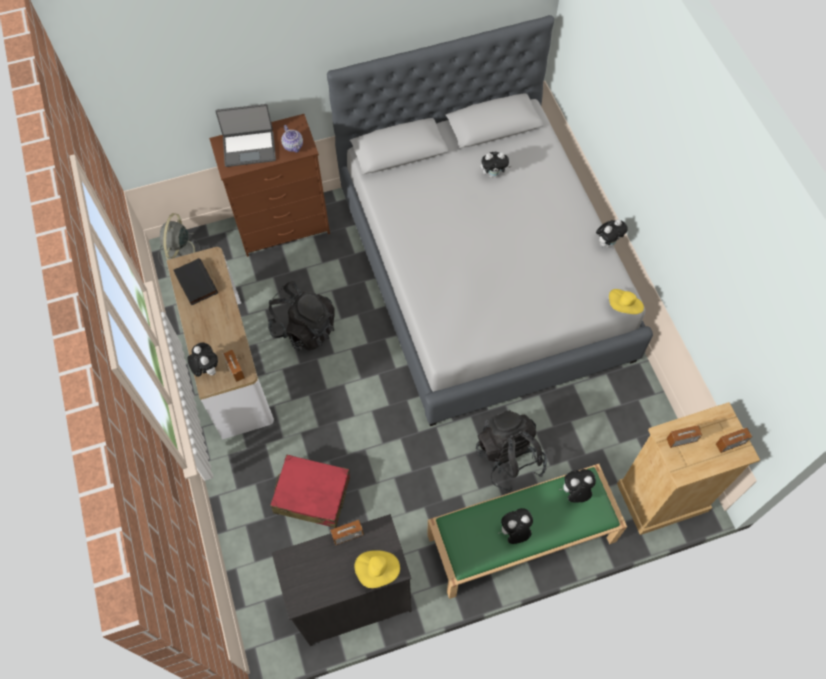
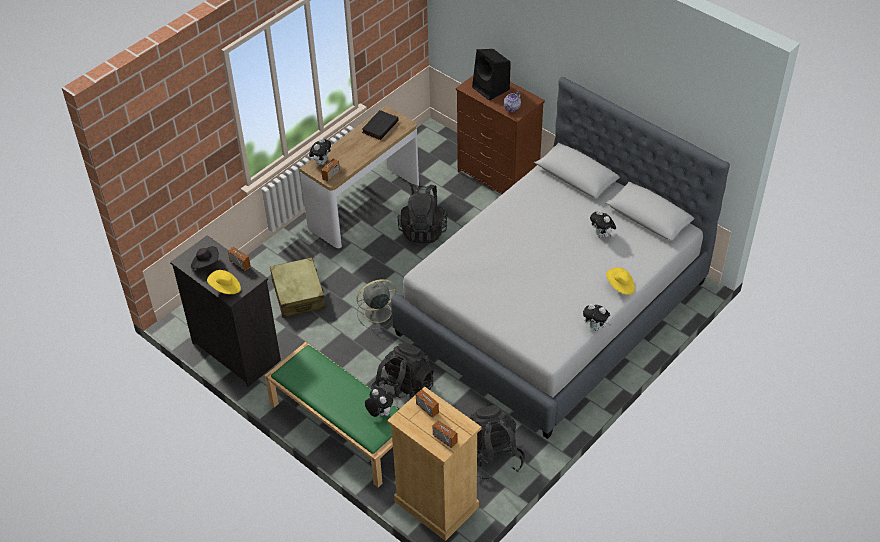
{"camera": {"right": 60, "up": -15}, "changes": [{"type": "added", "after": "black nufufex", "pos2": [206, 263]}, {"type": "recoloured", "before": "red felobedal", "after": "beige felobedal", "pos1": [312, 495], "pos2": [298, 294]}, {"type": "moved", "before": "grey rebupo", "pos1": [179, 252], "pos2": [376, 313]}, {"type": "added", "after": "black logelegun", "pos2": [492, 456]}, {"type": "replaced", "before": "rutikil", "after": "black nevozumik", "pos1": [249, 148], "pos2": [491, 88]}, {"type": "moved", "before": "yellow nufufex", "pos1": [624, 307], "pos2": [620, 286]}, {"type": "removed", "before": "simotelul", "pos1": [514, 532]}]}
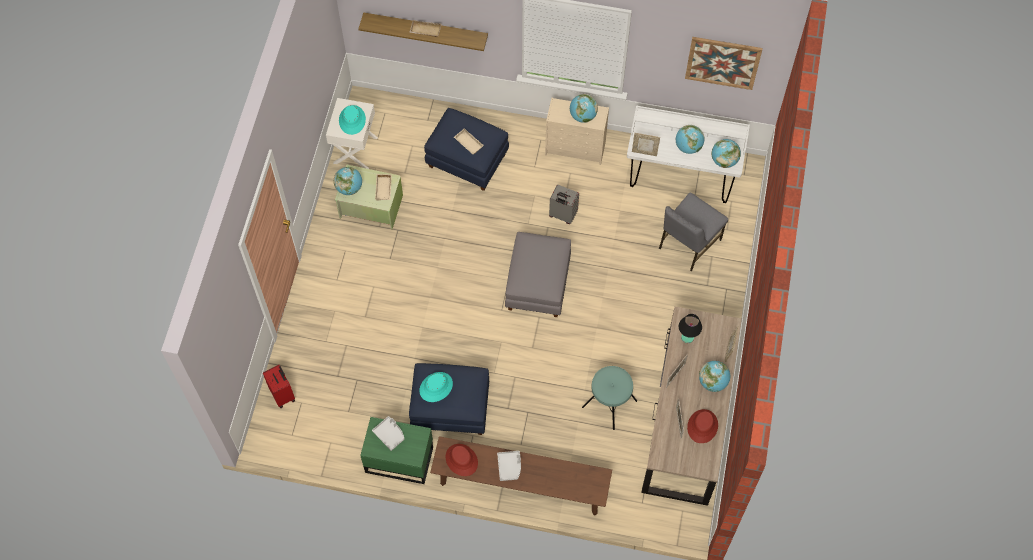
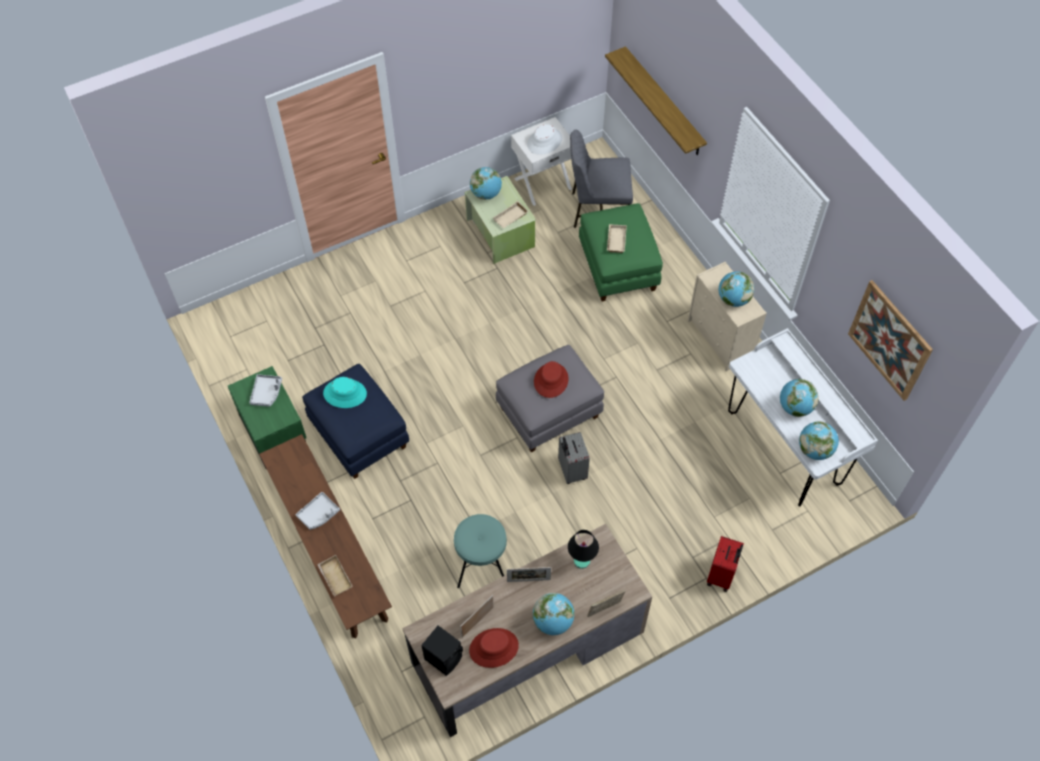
{"camera": {"right": 50, "up": -5}, "changes": [{"type": "moved", "before": "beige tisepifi", "pos1": [425, 31], "pos2": [334, 577]}, {"type": "added", "after": "black nevozumik", "pos2": [444, 657]}, {"type": "recoloured", "before": "turquoise nufufex", "after": "white nufufex", "pos1": [352, 120], "pos2": [544, 142]}, {"type": "moved", "before": "red nufufex", "pos1": [461, 460], "pos2": [550, 380]}, {"type": "moved", "before": "grey felobedal", "pos1": [562, 215], "pos2": [571, 471]}, {"type": "moved", "before": "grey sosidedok", "pos1": [688, 244], "pos2": [598, 209]}, {"type": "recoloured", "before": "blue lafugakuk", "after": "green lafugakuk", "pos1": [466, 161], "pos2": [617, 267]}, {"type": "moved", "before": "red felobedal", "pos1": [283, 394], "pos2": [721, 575]}, {"type": "removed", "before": "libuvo", "pos1": [644, 152]}]}
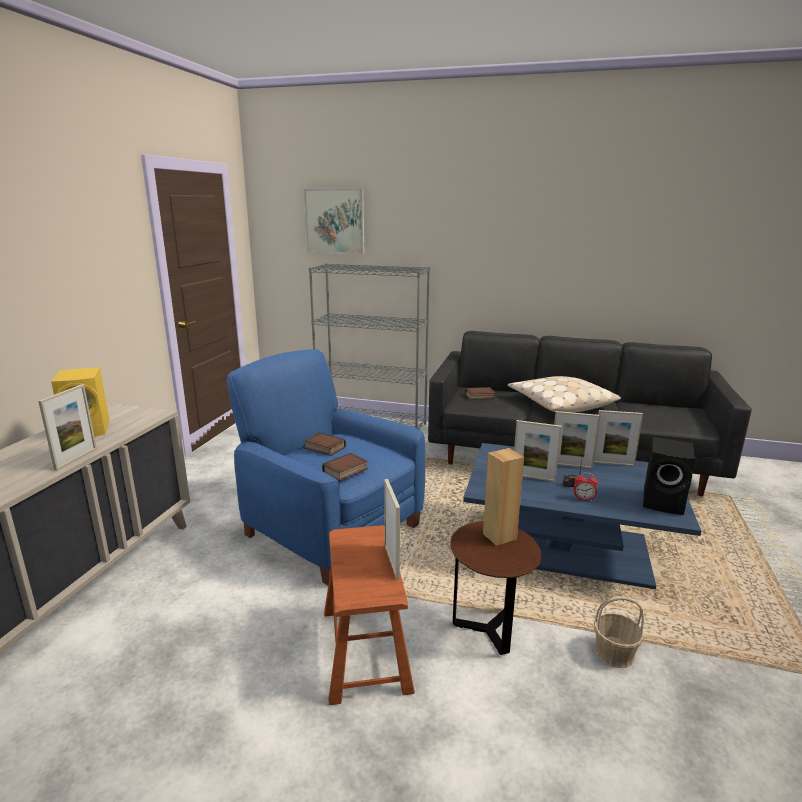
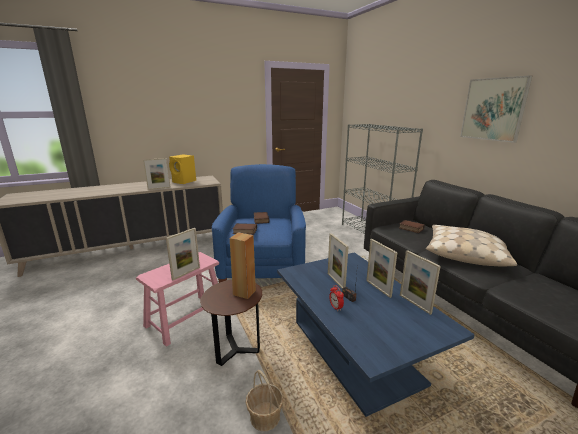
{"camera": {"right": 50, "up": 0}, "changes": [{"type": "recoloured", "before": "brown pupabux", "after": "pink pupabux", "pos1": [365, 649], "pos2": [185, 318]}, {"type": "moved", "before": "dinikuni", "pos1": [334, 221], "pos2": [493, 109]}, {"type": "removed", "before": "black nevozumik", "pos1": [664, 502]}]}
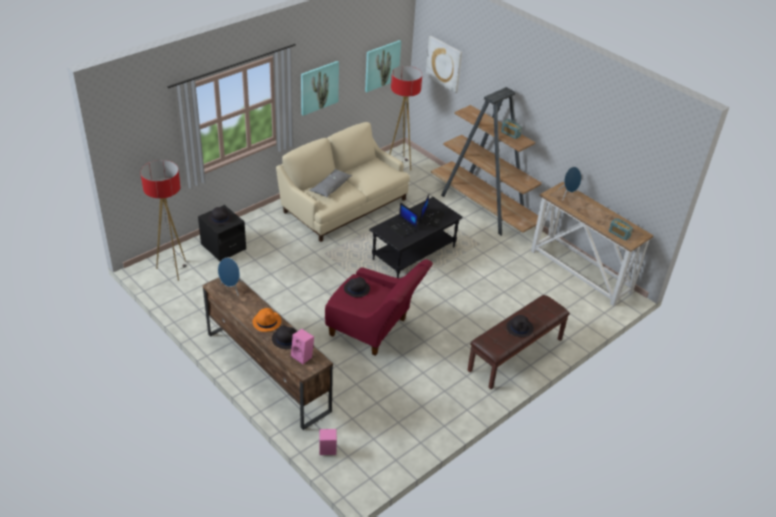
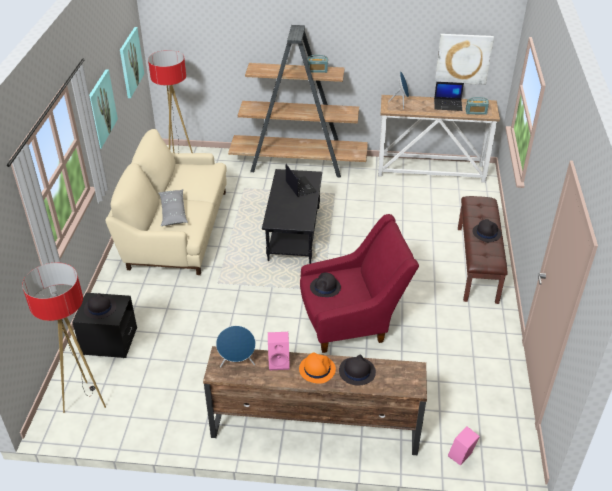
{"camera": {"right": -40, "up": 0}, "changes": [{"type": "moved", "before": "pink nevozumik", "pos1": [303, 356], "pos2": [279, 362]}, {"type": "moved", "before": "rutikil", "pos1": [401, 227], "pos2": [448, 105]}, {"type": "moved", "before": "dinikuni", "pos1": [444, 64], "pos2": [463, 58]}]}
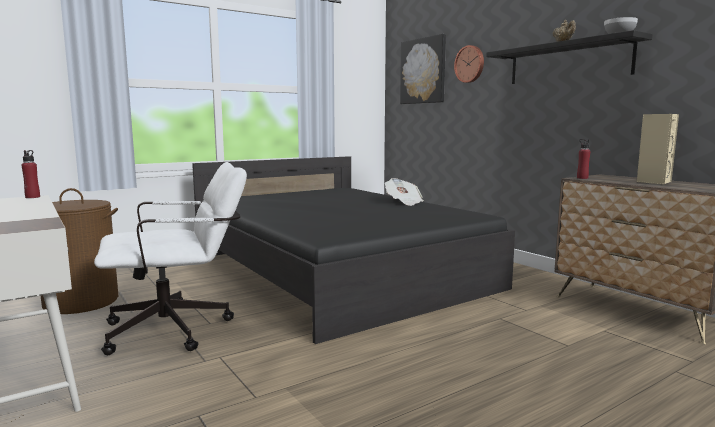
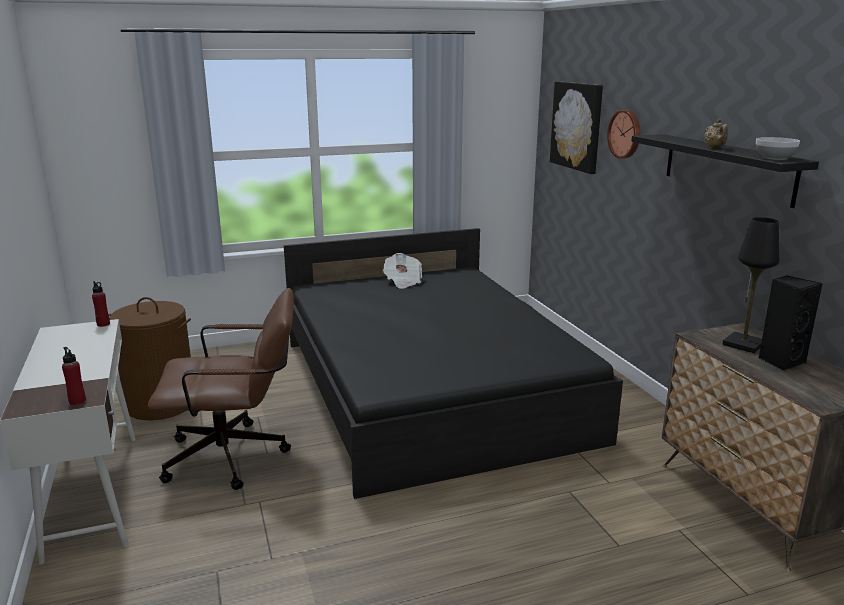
{"camera": {"right": 15, "up": 10}, "changes": [{"type": "moved", "before": "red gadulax", "pos1": [582, 178], "pos2": [77, 401]}, {"type": "recoloured", "before": "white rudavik", "after": "brown rudavik", "pos1": [179, 328], "pos2": [237, 456]}, {"type": "moved", "before": "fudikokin", "pos1": [403, 202], "pos2": [402, 281]}, {"type": "added", "after": "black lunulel", "pos2": [743, 344]}, {"type": "recoloured", "before": "beige nevozumik", "after": "black nevozumik", "pos1": [653, 182], "pos2": [780, 361]}]}
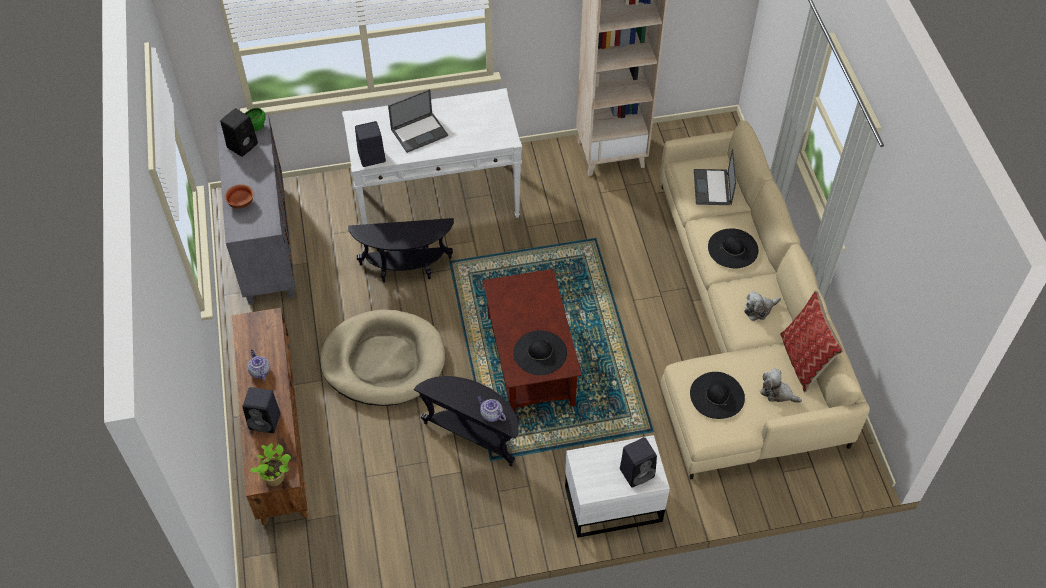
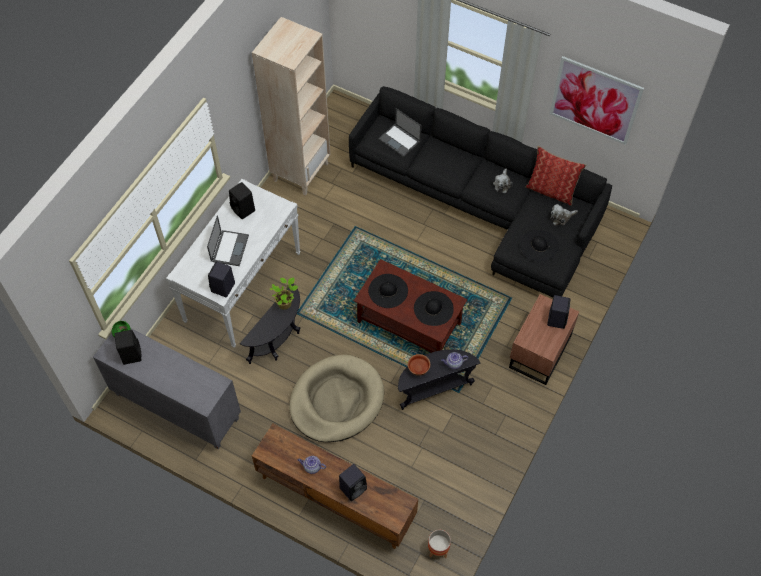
{"camera": {"right": -50, "up": 5}, "changes": [{"type": "added", "after": "black nevozumik", "pos2": [244, 210]}, {"type": "moved", "before": "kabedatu", "pos1": [276, 477], "pos2": [285, 303]}, {"type": "recoloured", "before": "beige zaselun", "after": "black zaselun", "pos1": [740, 327], "pos2": [483, 205]}, {"type": "moved", "before": "black nufufex", "pos1": [733, 248], "pos2": [388, 291]}, {"type": "moved", "before": "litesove", "pos1": [241, 204], "pos2": [418, 369]}, {"type": "added", "after": "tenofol", "pos2": [438, 549]}, {"type": "recoloured", "before": "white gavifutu", "after": "brown gavifutu", "pos1": [611, 502], "pos2": [538, 352]}, {"type": "added", "after": "dinikuni", "pos2": [595, 100]}]}
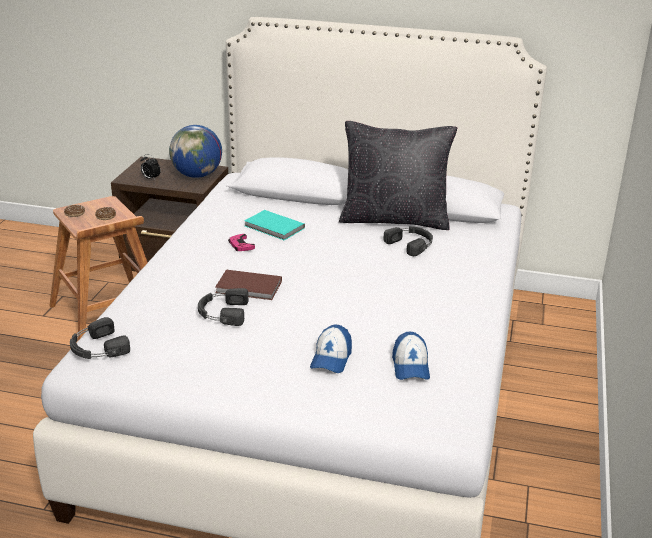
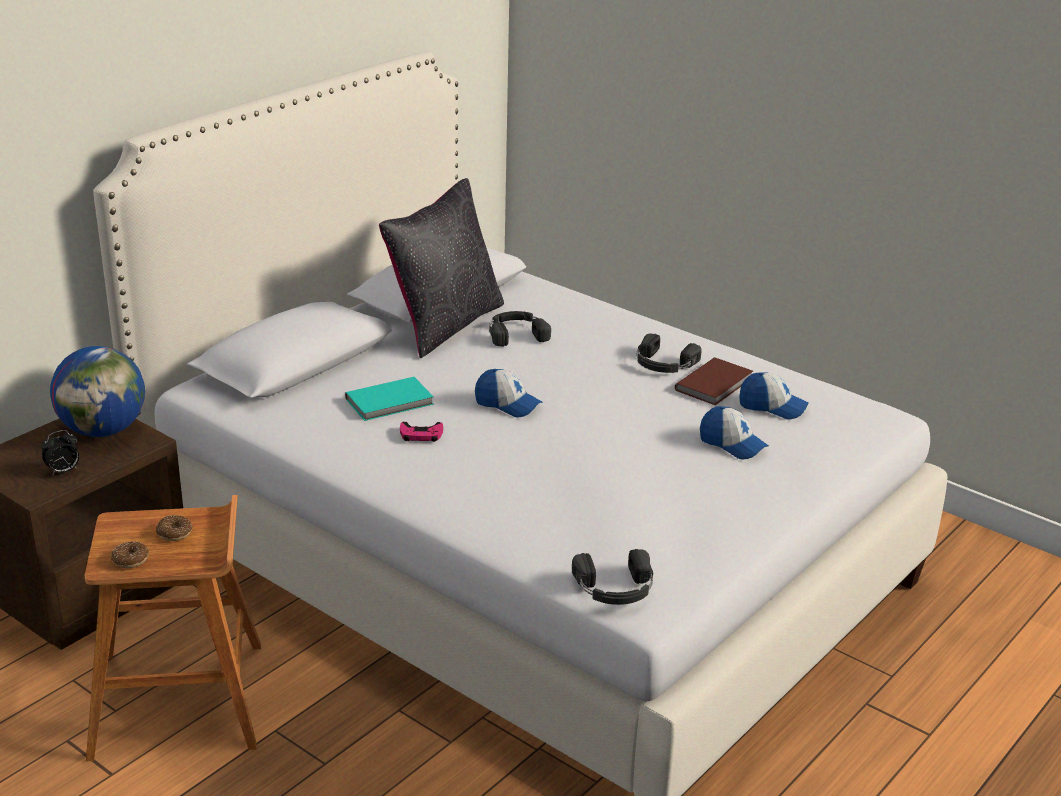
{"camera": {"right": -65, "up": 0}, "changes": [{"type": "added", "after": "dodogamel", "pos2": [507, 404]}, {"type": "moved", "before": "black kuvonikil", "pos1": [222, 312], "pos2": [663, 364]}, {"type": "moved", "before": "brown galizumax", "pos1": [249, 288], "pos2": [716, 384]}]}
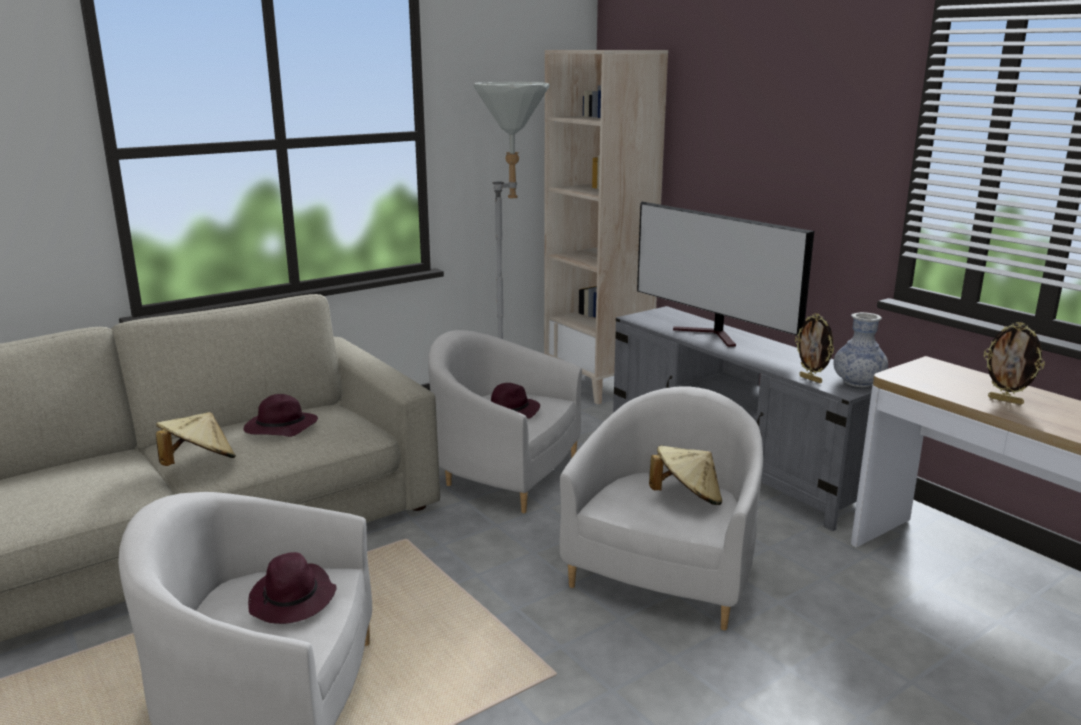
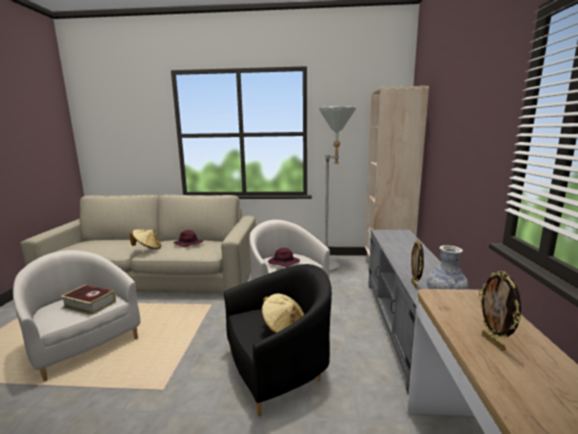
{"camera": {"right": 40, "up": -5}, "changes": [{"type": "replaced", "before": "purple nufufex", "after": "galizumax", "pos1": [293, 600], "pos2": [90, 304]}, {"type": "recoloured", "before": "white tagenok", "after": "black tagenok", "pos1": [665, 573], "pos2": [278, 369]}, {"type": "removed", "before": "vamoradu", "pos1": [713, 335]}]}
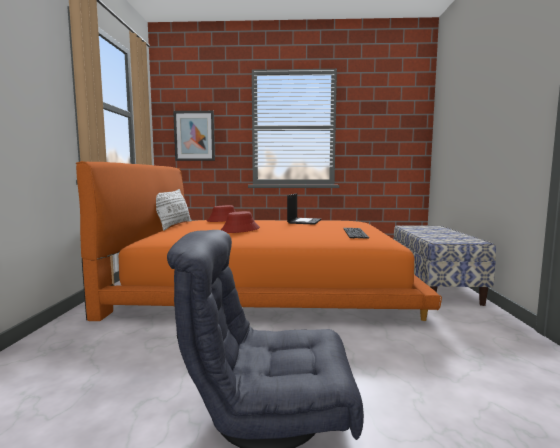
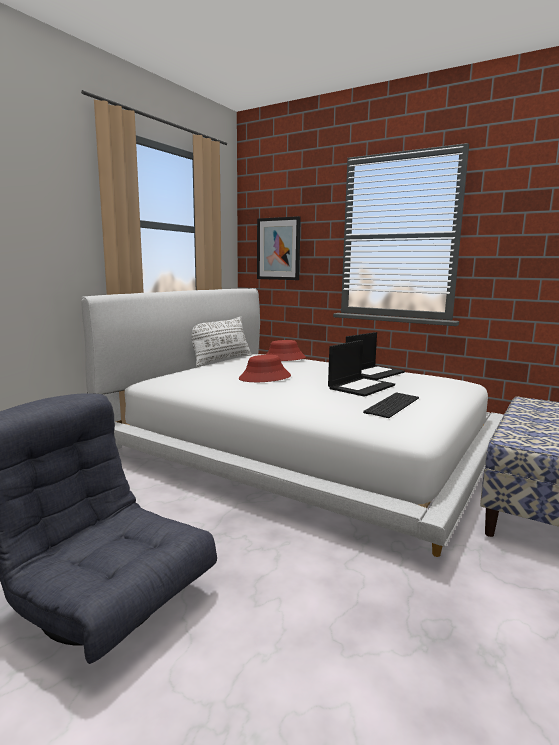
{"camera": {"right": 30, "up": 5}, "changes": [{"type": "recoloured", "before": "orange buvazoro", "after": "white buvazoro", "pos1": [266, 284], "pos2": [302, 448]}, {"type": "added", "after": "rutikil", "pos2": [361, 386]}]}
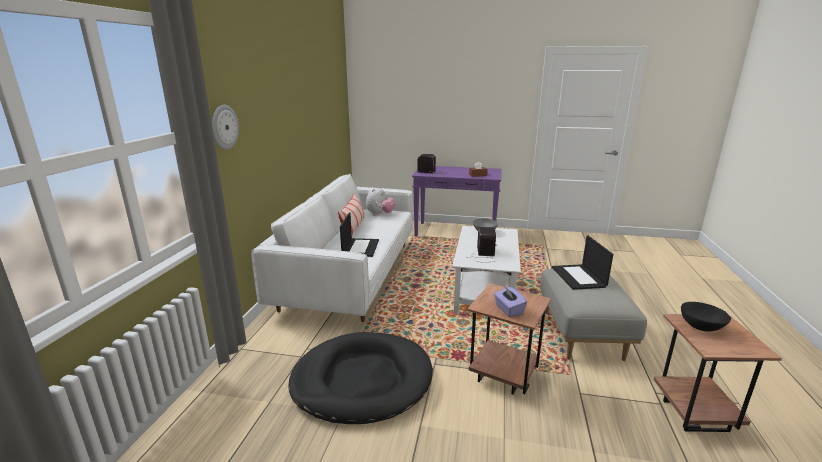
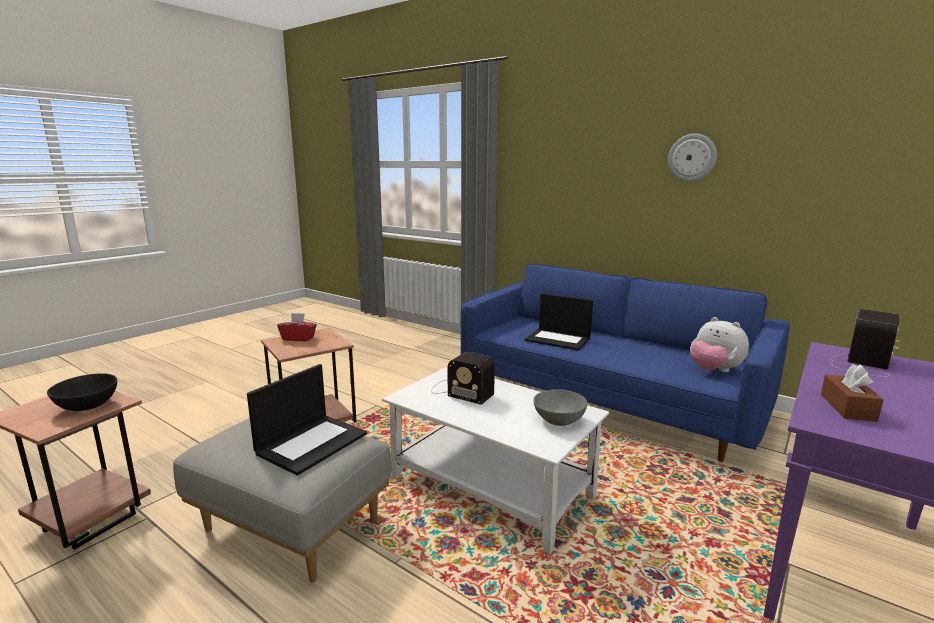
{"camera": {"right": 115, "up": -5}, "changes": [{"type": "turned", "before": "rutikil", "pos1": [579, 277], "pos2": [312, 443], "turn": 105}, {"type": "recoloured", "before": "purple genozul", "after": "red genozul", "pos1": [508, 310], "pos2": [298, 338]}, {"type": "recoloured", "before": "white zaselun", "after": "blue zaselun", "pos1": [350, 274], "pos2": [608, 399]}, {"type": "moved", "before": "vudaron", "pos1": [224, 127], "pos2": [692, 157]}, {"type": "removed", "before": "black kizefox", "pos1": [362, 380]}, {"type": "removed", "before": "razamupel", "pos1": [353, 228]}]}
